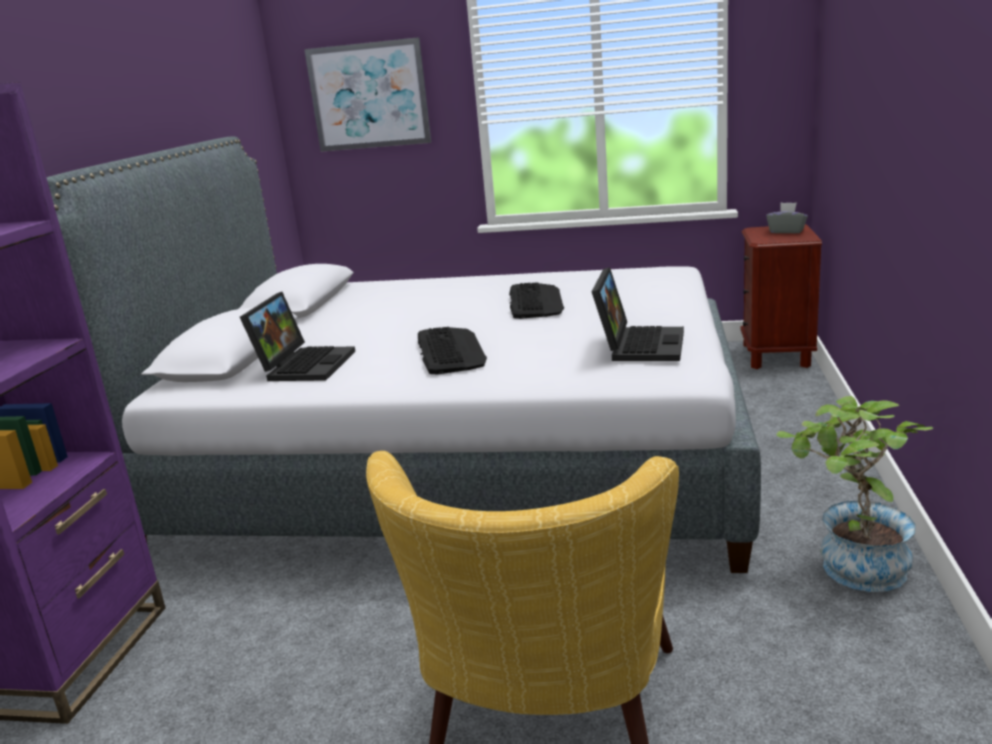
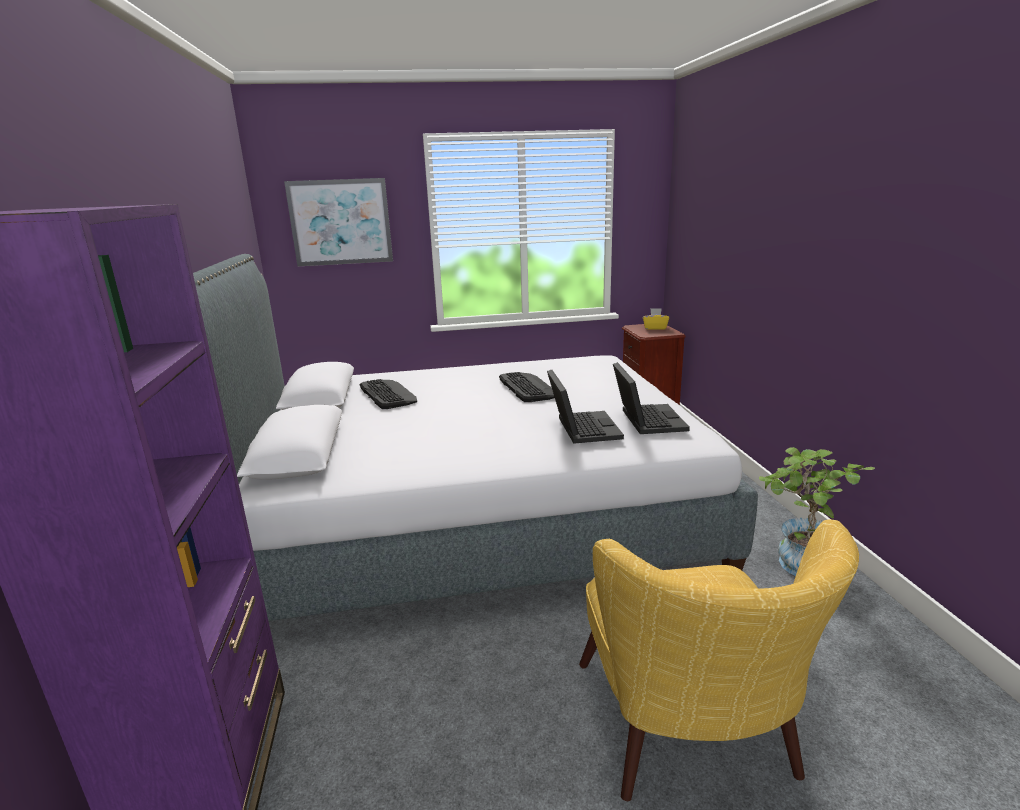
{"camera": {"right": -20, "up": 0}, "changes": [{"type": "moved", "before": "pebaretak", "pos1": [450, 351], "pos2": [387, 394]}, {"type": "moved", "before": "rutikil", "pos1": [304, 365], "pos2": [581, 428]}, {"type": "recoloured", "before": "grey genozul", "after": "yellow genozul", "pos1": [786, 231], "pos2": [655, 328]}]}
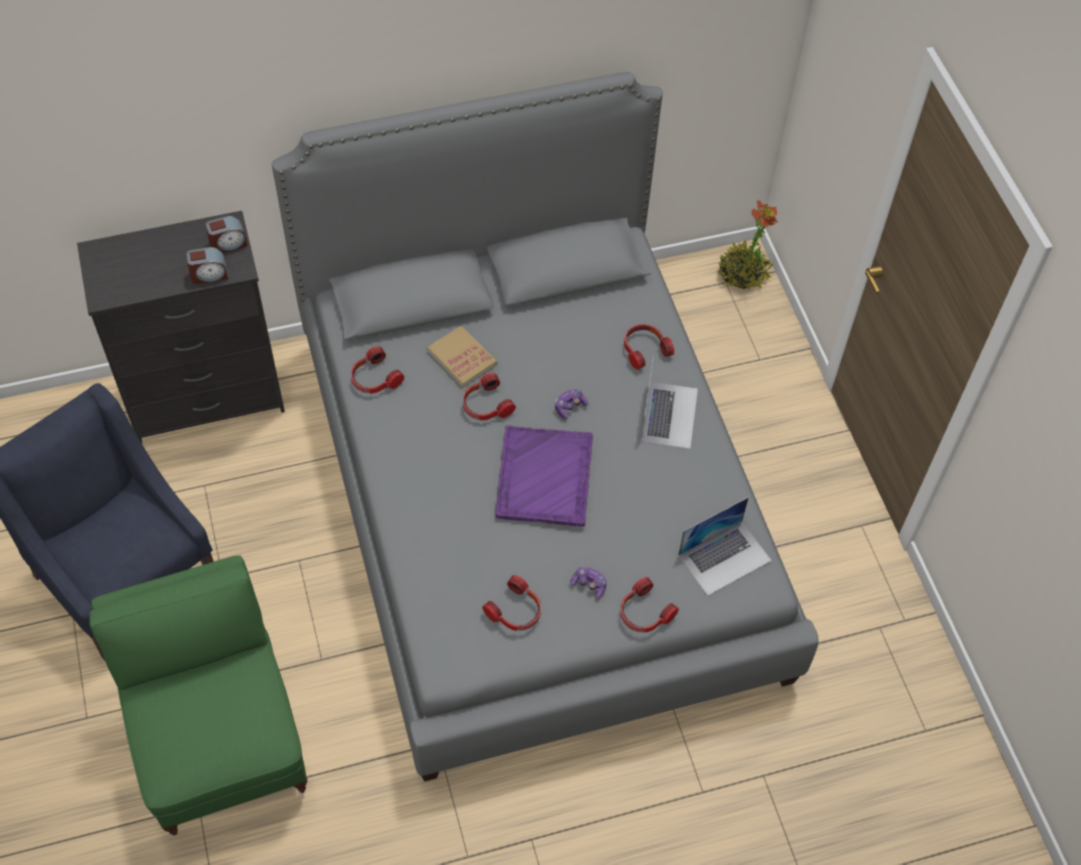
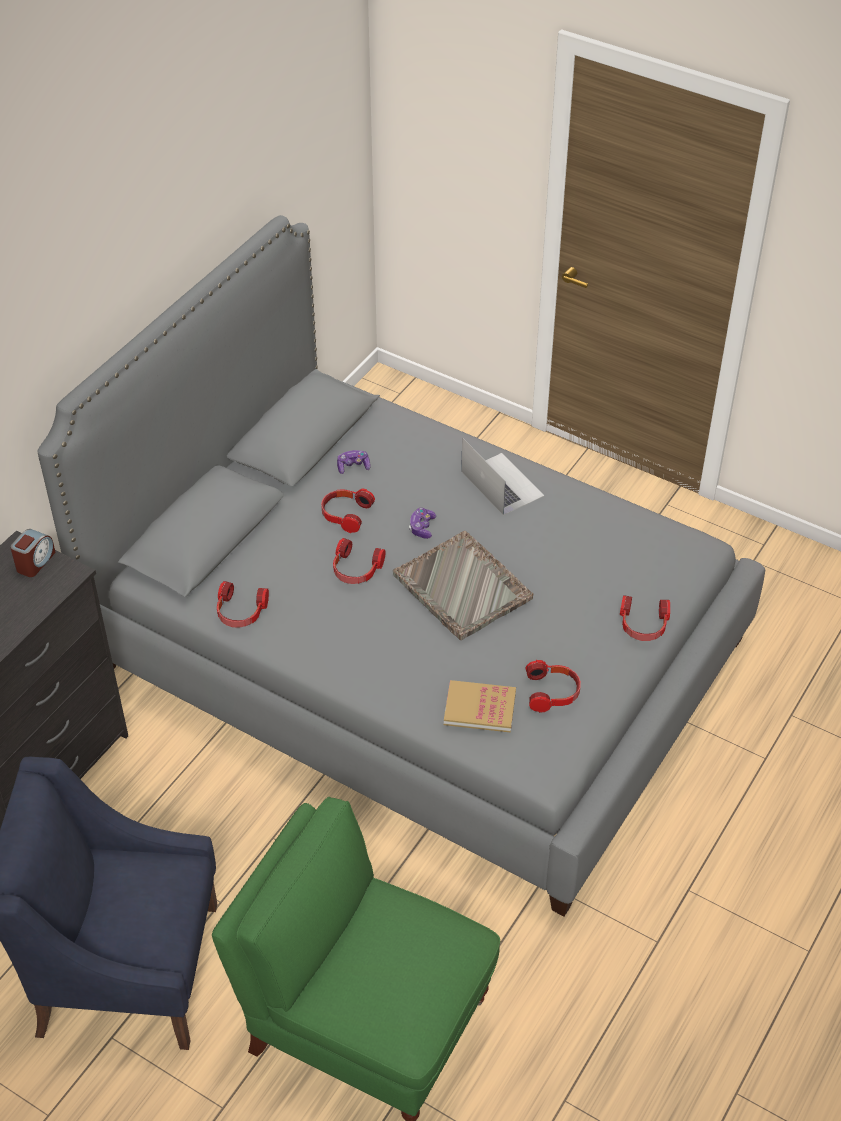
{"camera": {"right": -40, "up": -10}, "changes": [{"type": "moved", "before": "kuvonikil", "pos1": [644, 349], "pos2": [345, 514]}, {"type": "moved", "before": "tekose", "pos1": [589, 585], "pos2": [353, 466]}, {"type": "recoloured", "before": "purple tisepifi", "after": "grey tisepifi", "pos1": [544, 478], "pos2": [463, 588]}, {"type": "moved", "before": "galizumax", "pos1": [462, 358], "pos2": [480, 708]}, {"type": "removed", "before": "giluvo", "pos1": [209, 274]}, {"type": "removed", "before": "rutikil", "pos1": [724, 557]}, {"type": "removed", "before": "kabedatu", "pos1": [742, 274]}]}
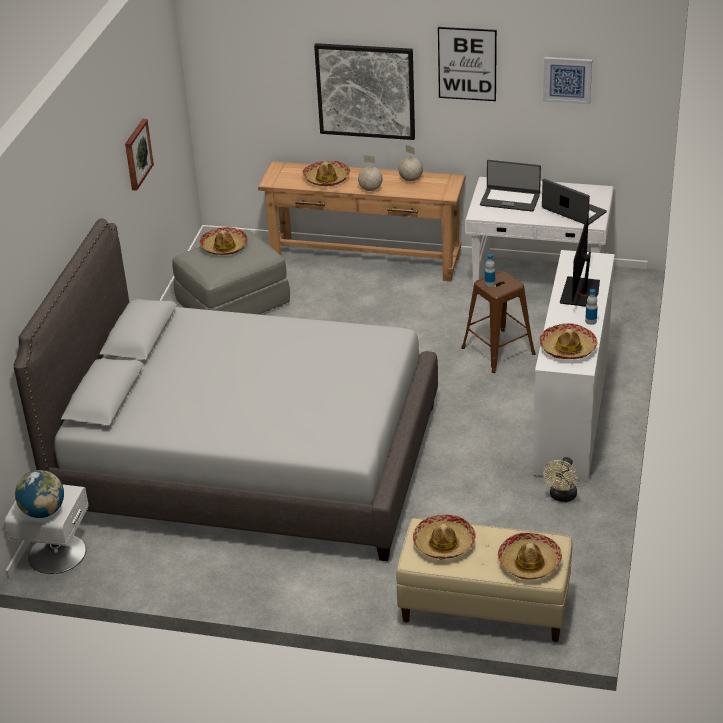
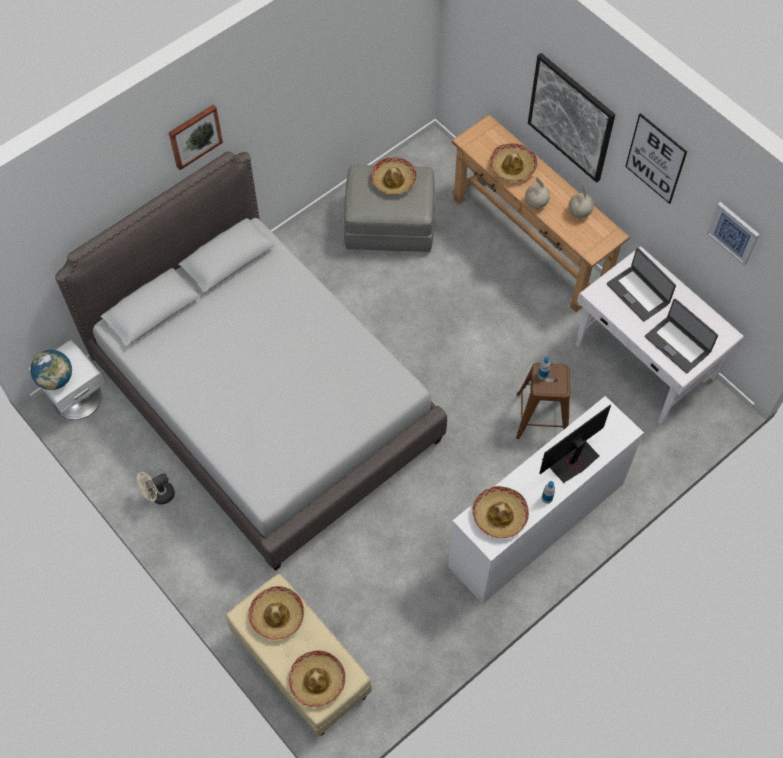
{"camera": {"right": 35, "up": 25}, "changes": [{"type": "moved", "before": "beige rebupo", "pos1": [562, 496], "pos2": [158, 495]}, {"type": "moved", "before": "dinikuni", "pos1": [137, 154], "pos2": [194, 136]}, {"type": "turned", "before": "rutikil", "pos1": [573, 211], "pos2": [677, 344], "turn": 150}]}
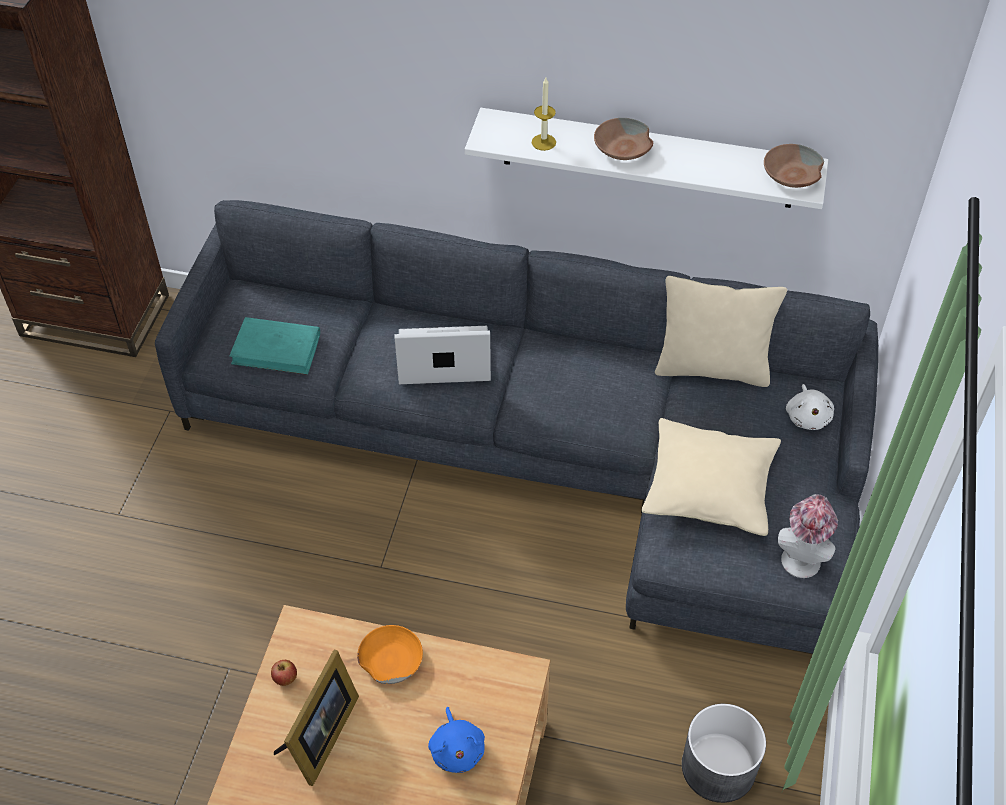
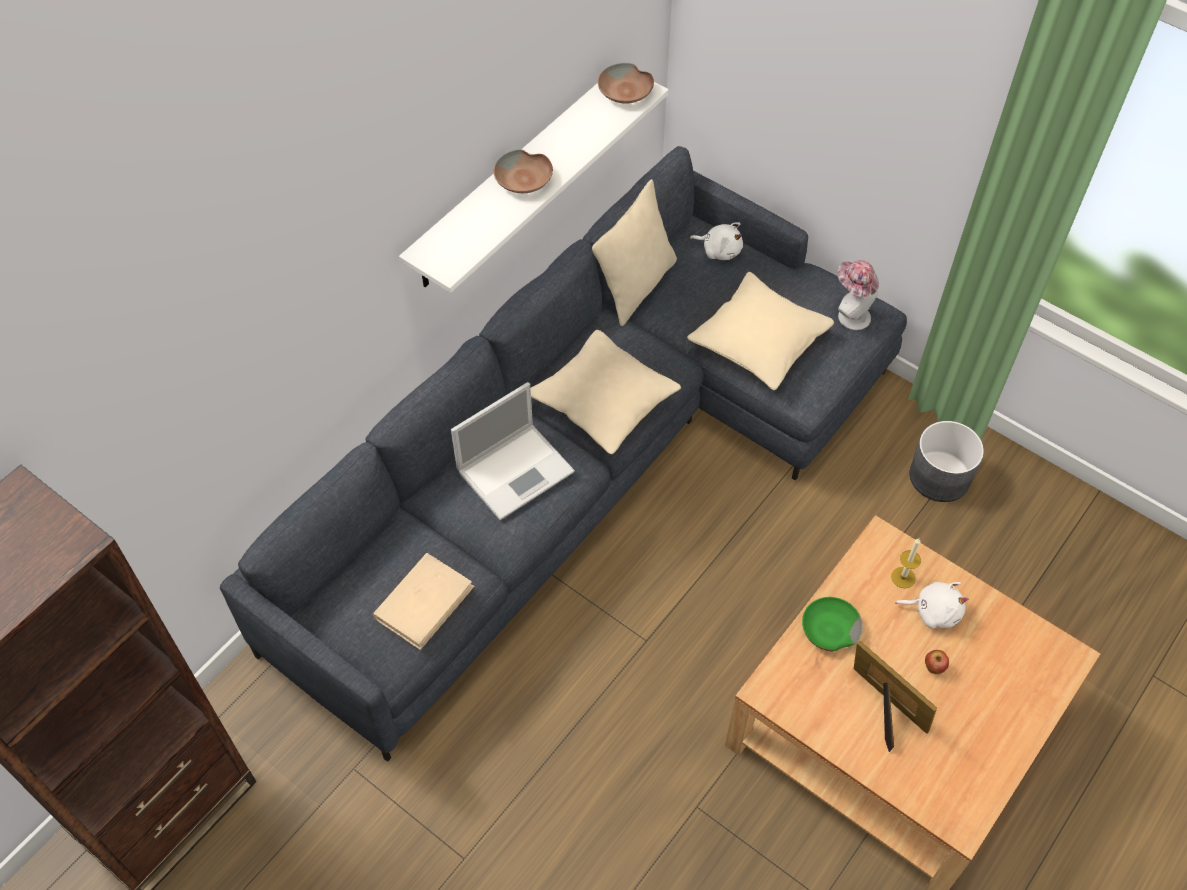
{"camera": {"right": -65, "up": 5}, "changes": [{"type": "recoloured", "before": "turquoise galizumax", "after": "beige galizumax", "pos1": [277, 349], "pos2": [424, 602]}, {"type": "turned", "before": "rutikil", "pos1": [441, 358], "pos2": [517, 470], "turn": -150}, {"type": "added", "after": "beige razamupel", "pos2": [603, 402]}, {"type": "recoloured", "before": "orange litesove", "after": "green litesove", "pos1": [390, 659], "pos2": [829, 629]}, {"type": "moved", "before": "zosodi", "pos1": [543, 142], "pos2": [903, 577]}, {"type": "recoloured", "before": "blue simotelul", "after": "white simotelul", "pos1": [457, 749], "pos2": [933, 611]}, {"type": "moved", "before": "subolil", "pos1": [285, 680], "pos2": [933, 668]}]}
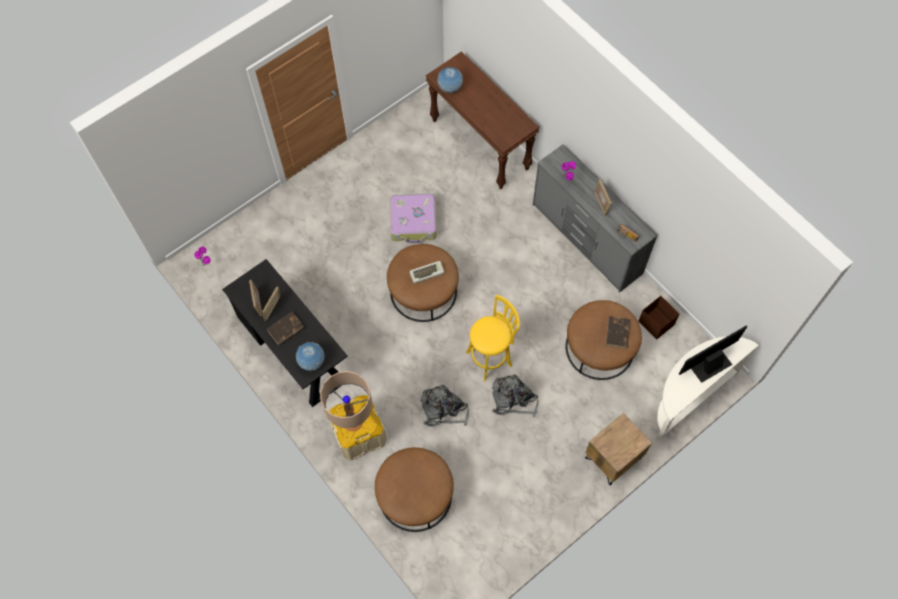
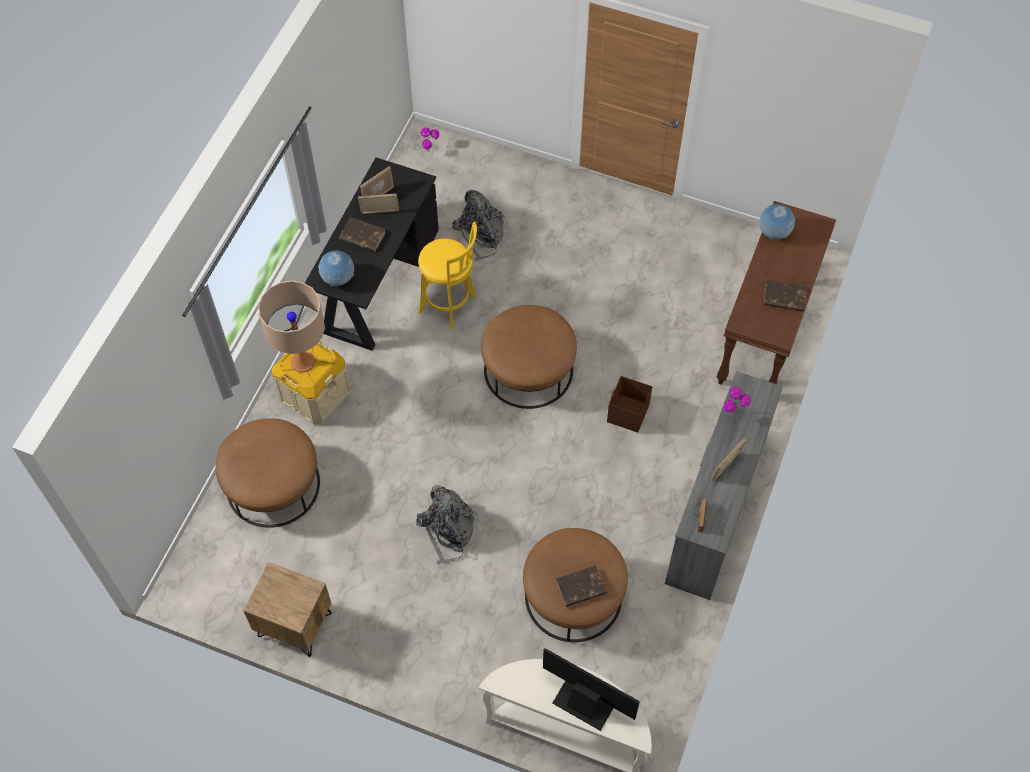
{"camera": {"right": 60, "up": -5}, "changes": [{"type": "moved", "before": "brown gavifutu", "pos1": [613, 458], "pos2": [294, 625]}, {"type": "moved", "before": "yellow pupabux", "pos1": [491, 357], "pos2": [450, 306]}, {"type": "moved", "before": "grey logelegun", "pos1": [443, 409], "pos2": [480, 234]}, {"type": "moved", "before": "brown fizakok", "pos1": [656, 323], "pos2": [627, 414]}, {"type": "added", "after": "brown galizumax", "pos2": [784, 297]}, {"type": "removed", "before": "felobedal", "pos1": [413, 222]}, {"type": "removed", "before": "pebaretak", "pos1": [427, 272]}]}
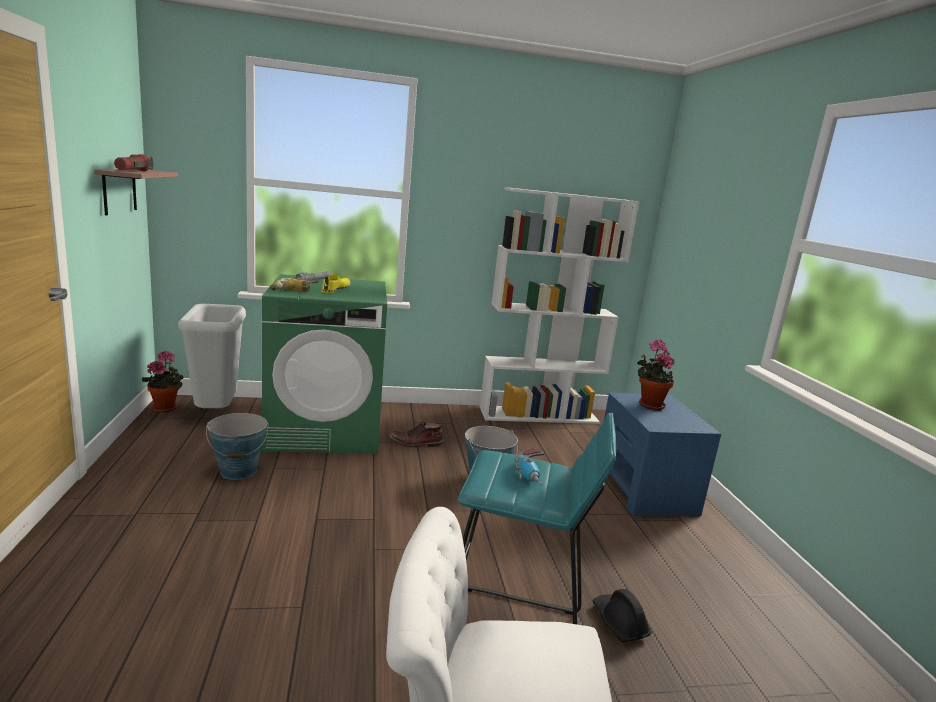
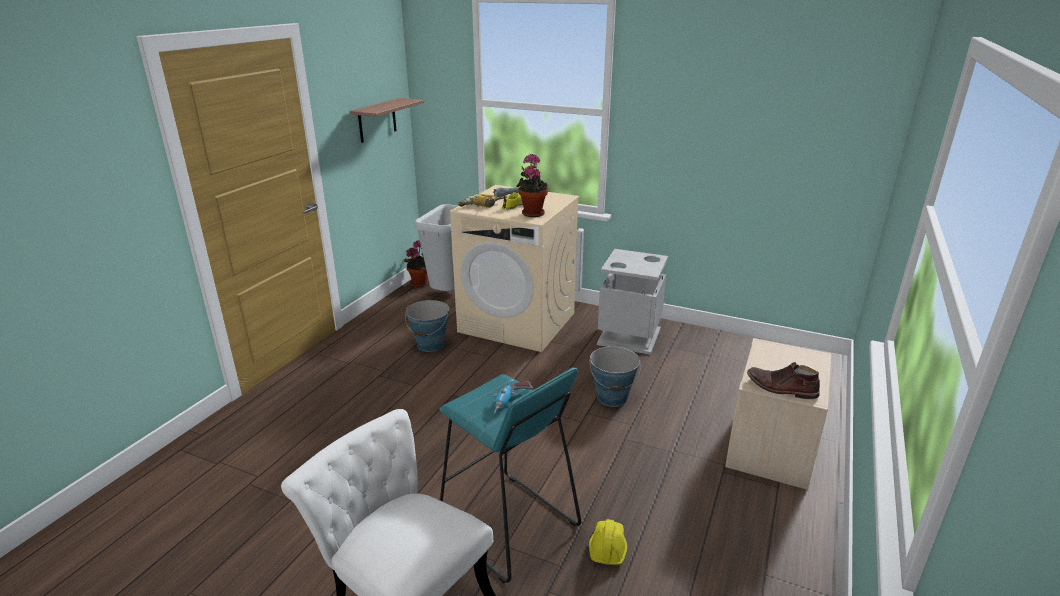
{"camera": {"right": 35, "up": 10}, "changes": [{"type": "recoloured", "before": "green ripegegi", "after": "beige ripegegi", "pos1": [326, 430], "pos2": [518, 322]}, {"type": "moved", "before": "kabedatu", "pos1": [649, 405], "pos2": [532, 213]}, {"type": "recoloured", "before": "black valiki", "after": "yellow valiki", "pos1": [619, 623], "pos2": [607, 547]}, {"type": "added", "after": "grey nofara", "pos2": [630, 336]}, {"type": "recoloured", "before": "blue gavifutu", "after": "beige gavifutu", "pos1": [645, 490], "pos2": [770, 446]}, {"type": "moved", "before": "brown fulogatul", "pos1": [416, 443], "pos2": [781, 388]}, {"type": "removed", "before": "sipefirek", "pos1": [134, 171]}, {"type": "removed", "before": "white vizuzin", "pos1": [539, 415]}]}
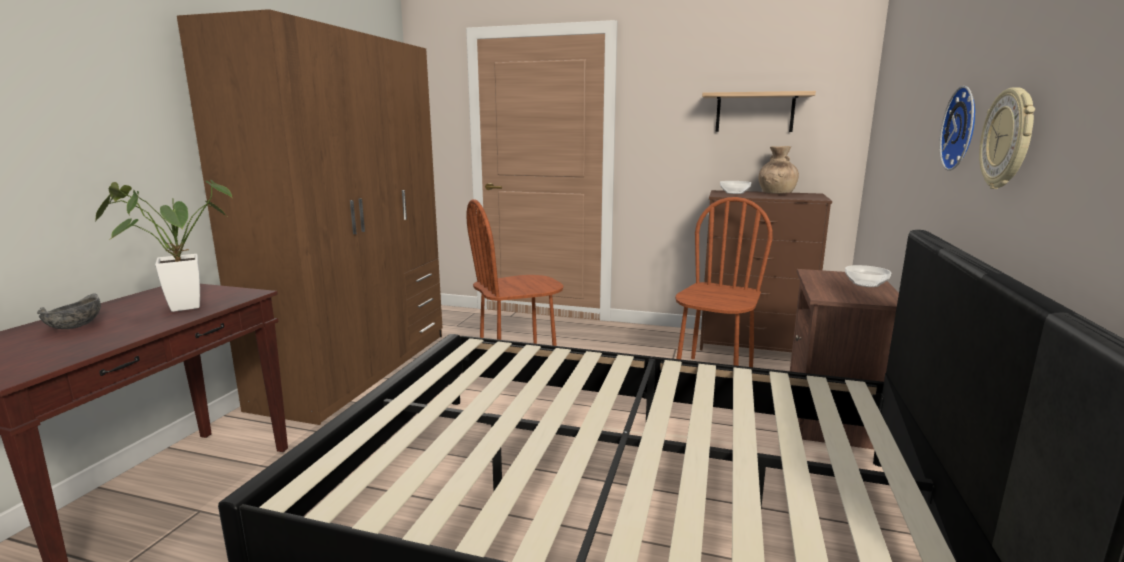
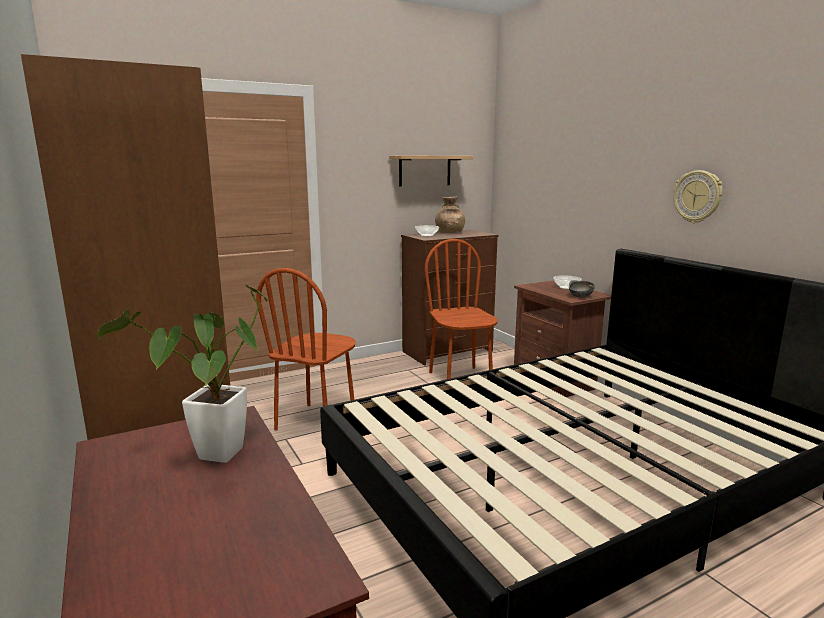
{"camera": {"right": -45, "up": 0}, "changes": [{"type": "moved", "before": "grey litesove", "pos1": [74, 327], "pos2": [580, 296]}, {"type": "removed", "before": "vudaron", "pos1": [963, 128]}]}
